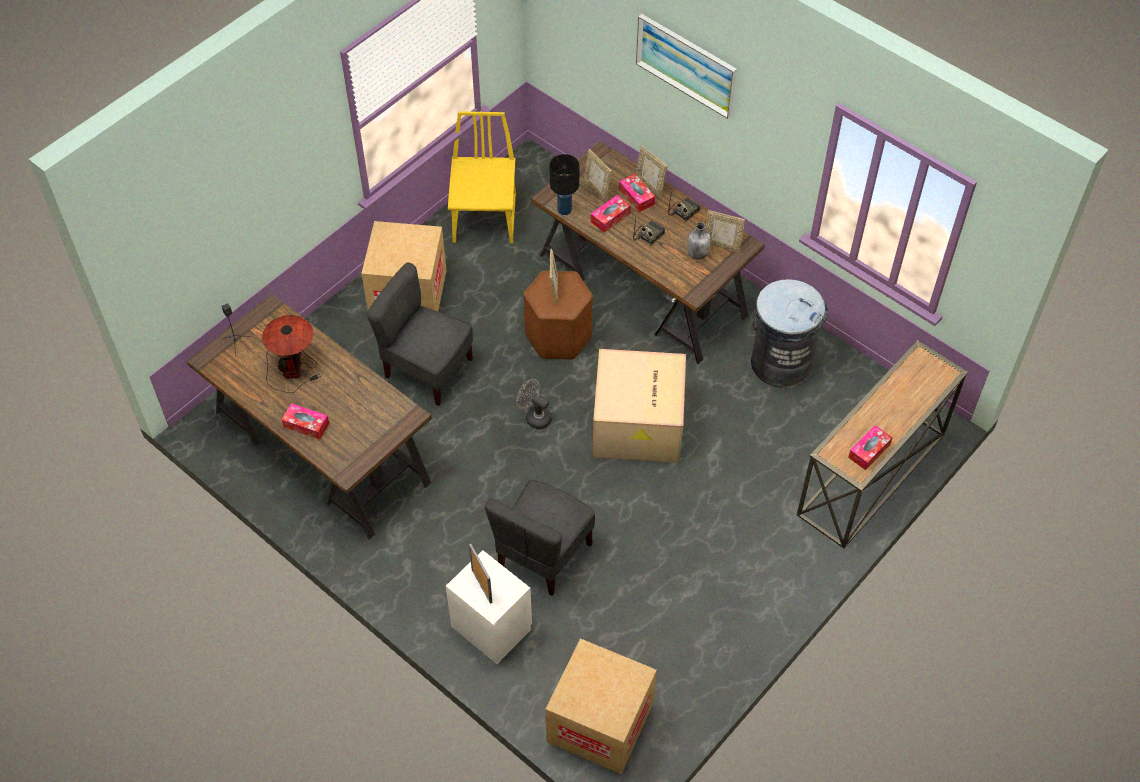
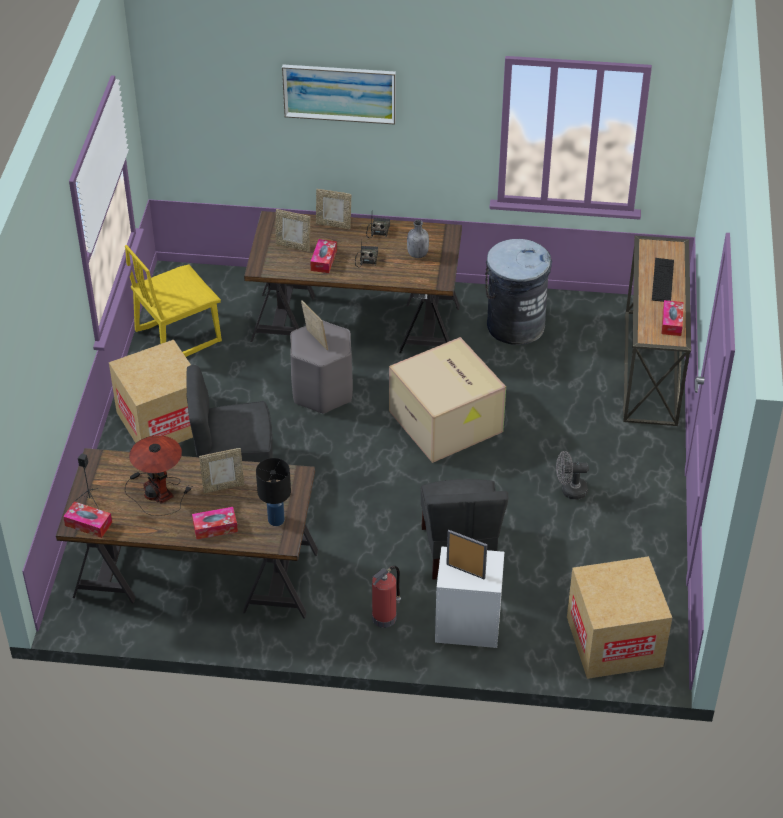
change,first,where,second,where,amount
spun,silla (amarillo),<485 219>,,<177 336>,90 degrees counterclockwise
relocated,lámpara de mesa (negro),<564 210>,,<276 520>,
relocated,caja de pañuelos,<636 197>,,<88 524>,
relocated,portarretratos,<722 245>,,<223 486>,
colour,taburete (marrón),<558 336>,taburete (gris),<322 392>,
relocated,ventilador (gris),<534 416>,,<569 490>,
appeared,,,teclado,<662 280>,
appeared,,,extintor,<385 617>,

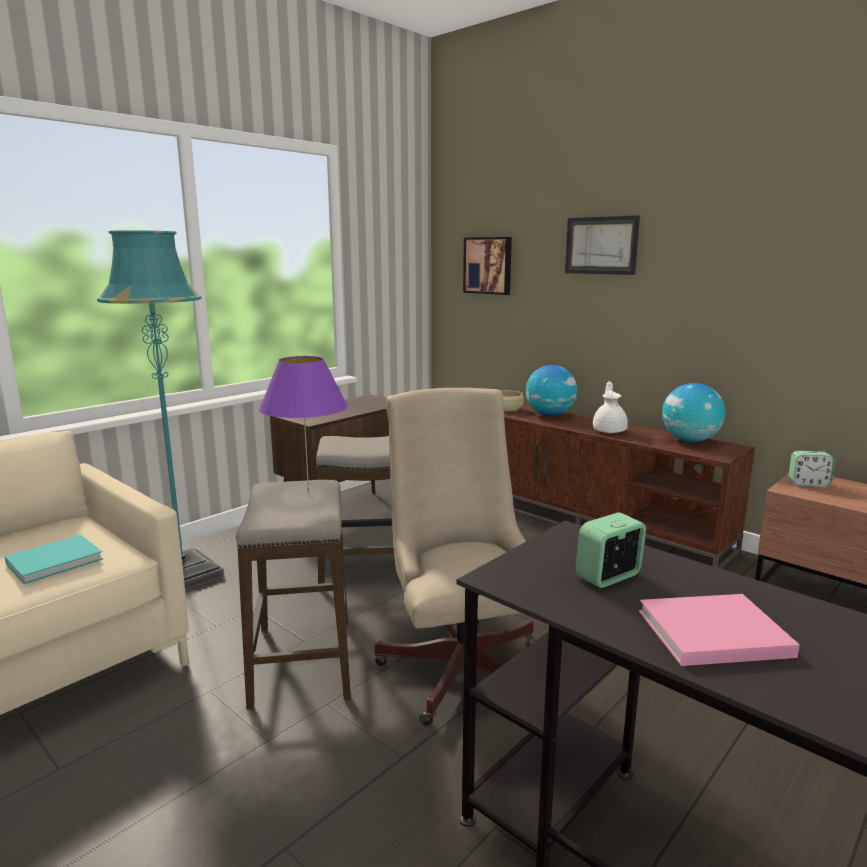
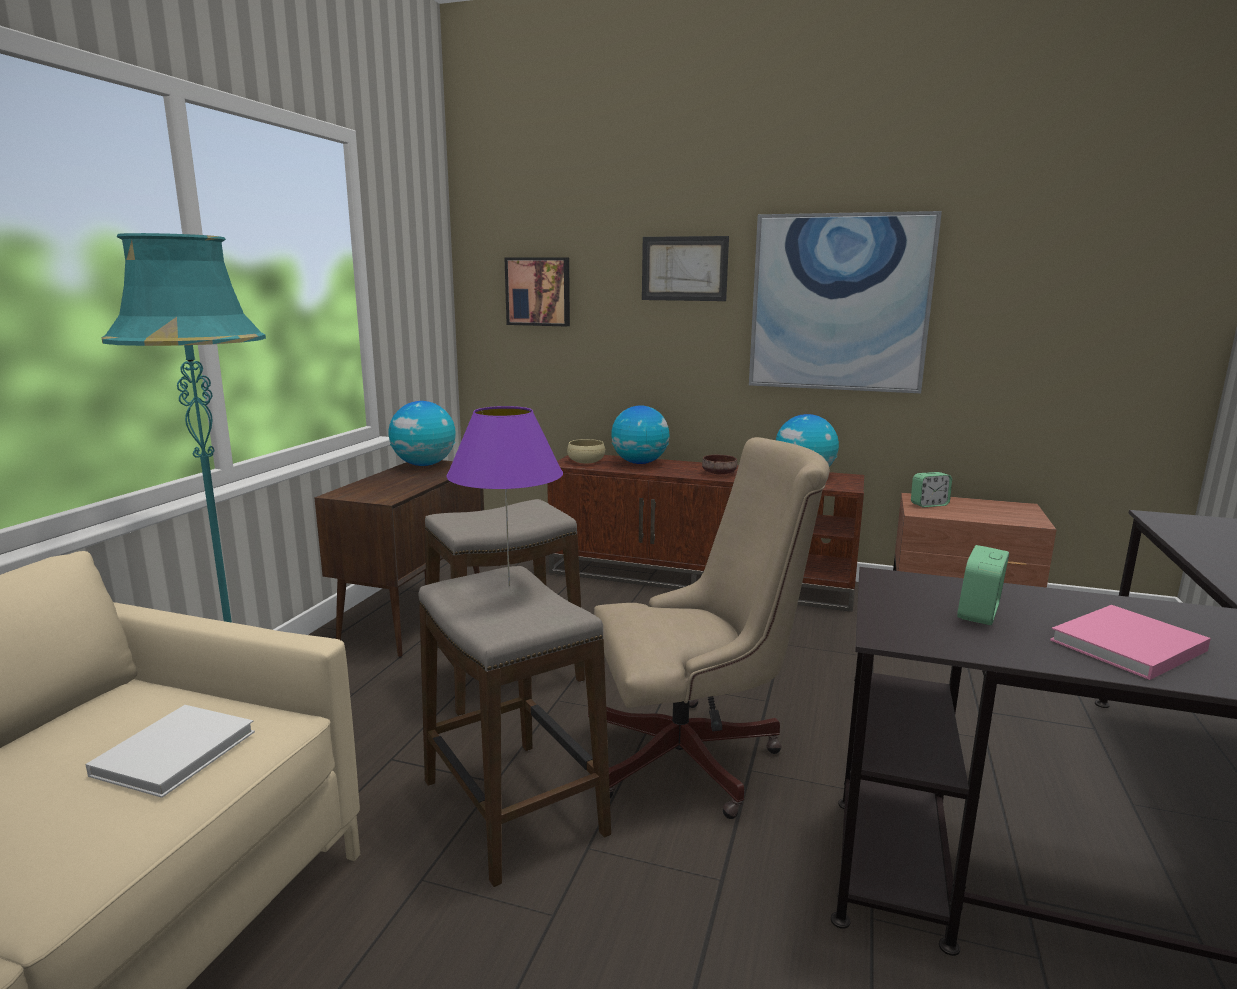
change,first,where,second,where,amount
exchanged,tetera (blanco),<609 430>,cuenco (marrón),<719 473>,
spun,silla de oficina (beis),<461 663>,,<695 757>,120 degrees clockwise
colour,libro (turquesa),<57 560>,libro (blanco),<179 751>,
appeared,,,cuadro,<839 303>,
appeared,,,globo terráqueo,<424 465>,

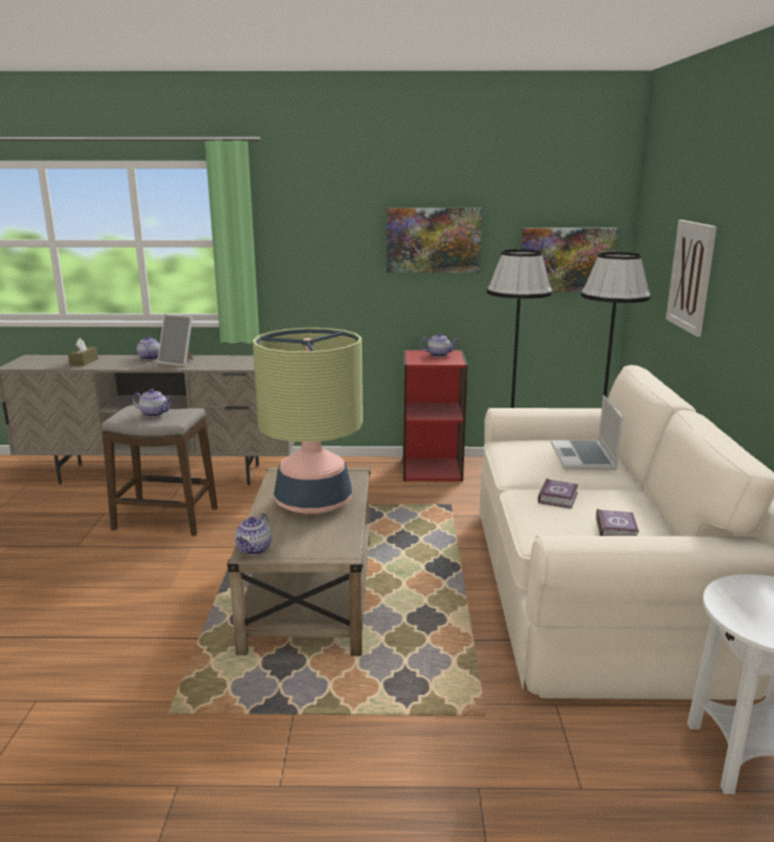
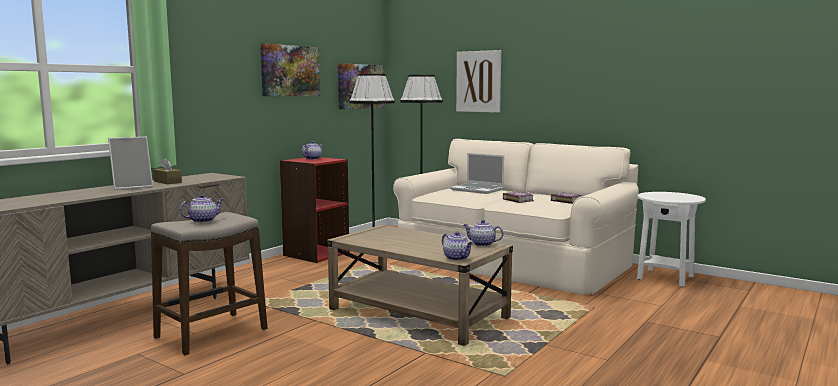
change,first,where,second,where,amount
missing,lámpara de mesa,<313 502>,,,
relocated,tetera,<149 358>,,<482 244>,
relocated,caja de pañuelos (marrón),<84 362>,,<167 182>,

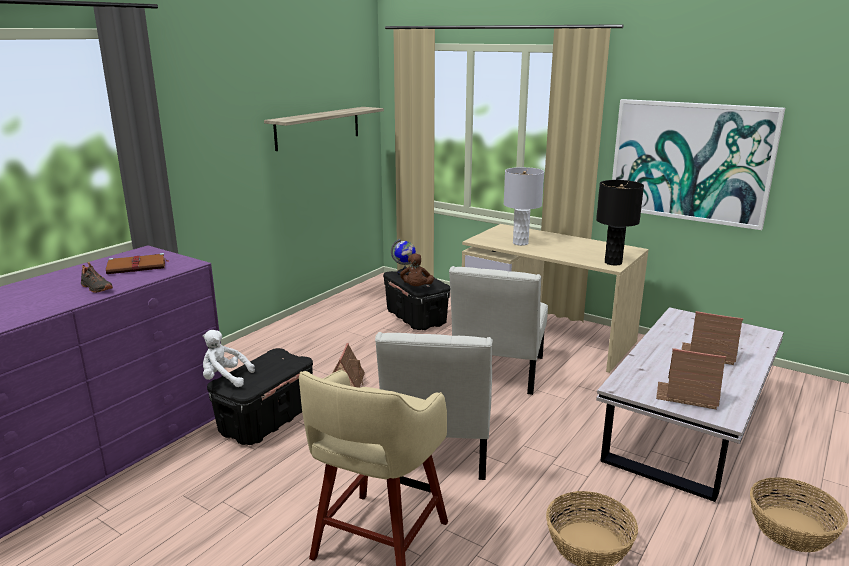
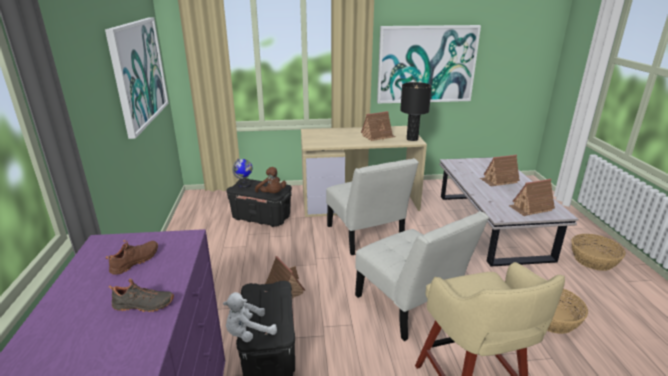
change,first,where,second,where,amount
exchanged,estante,<318 128>,cuadro,<139 73>,
missing,lámpara de mesa (gris),<520 243>,,,
exchanged,libro (marrón),<138 266>,zapato (marrón),<136 262>,
appeared,,,casita,<378 136>,

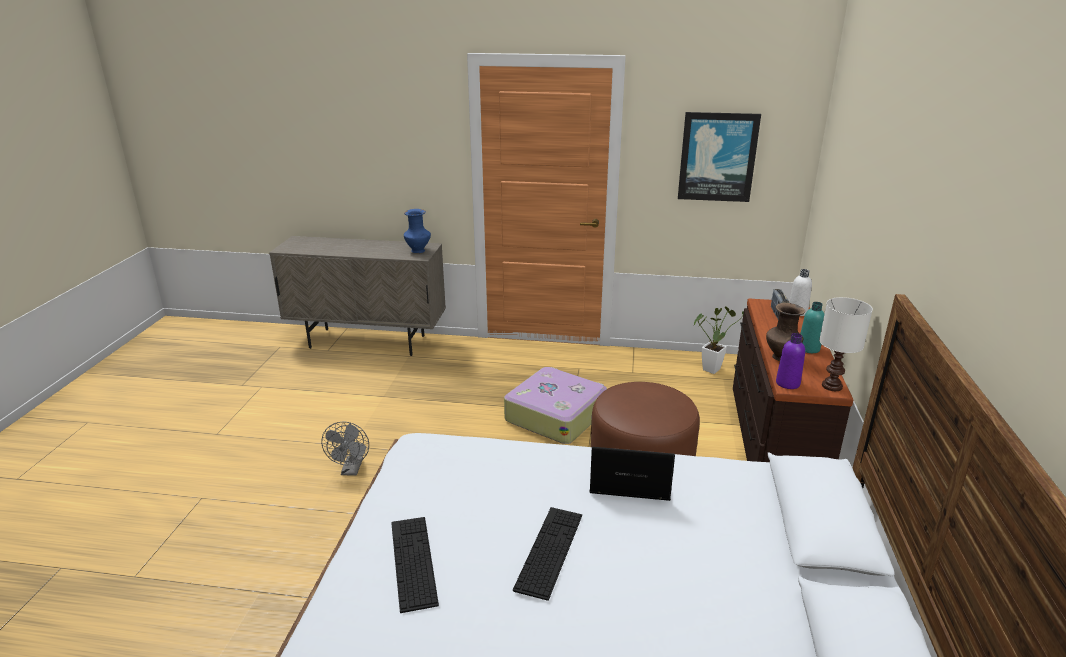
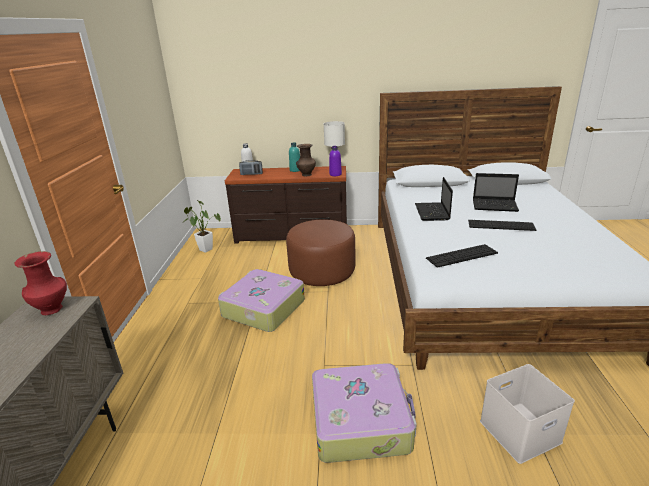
change,first,where,second,where,amount
missing,cuadro,<717 157>,,,
colour,florero (azul),<418 251>,florero (rojo),<53 309>,
exchanged,ventilador (gris),<351 470>,maleta,<361 420>,
relocated,teclado,<413 562>,,<462 255>,
appeared,,,portátil,<495 206>,
appeared,,,caja de almacenaje (blanco),<520 433>,

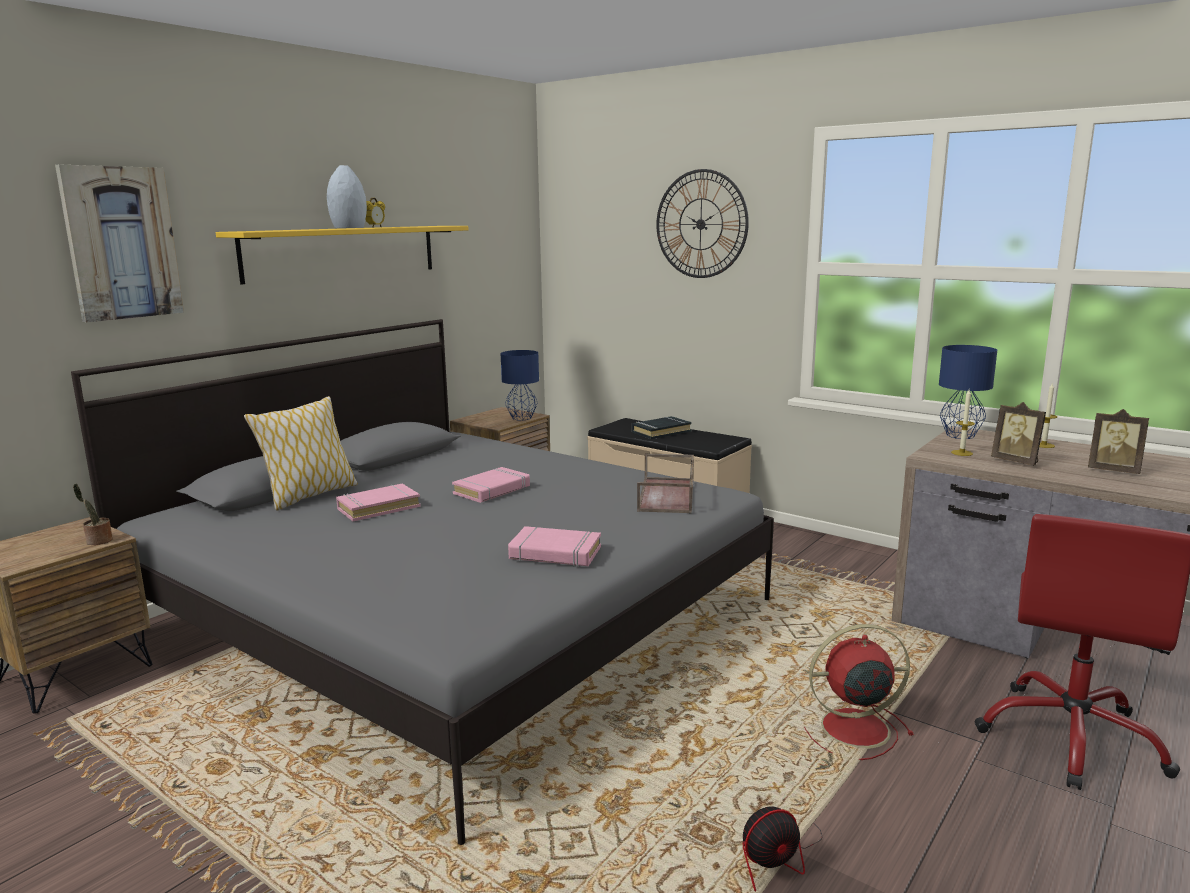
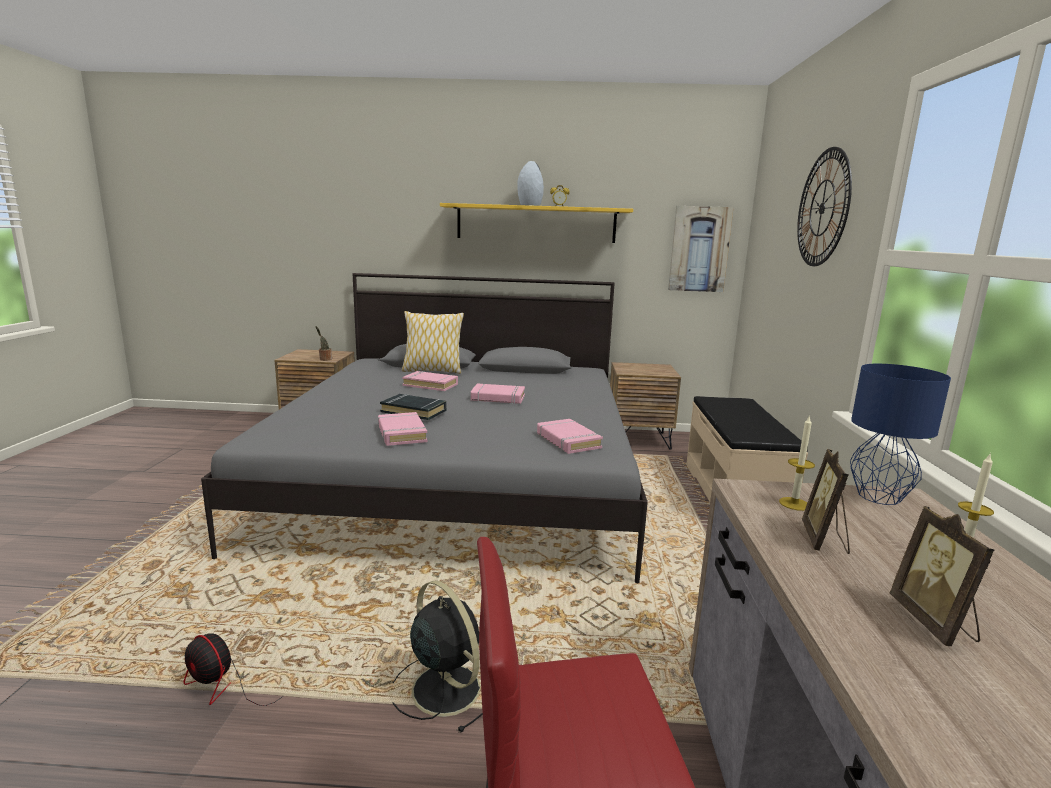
change,first,where,second,where,amount
relocated,cuadro,<121 243>,,<699 249>,
missing,lámpara de mesa (azul),<522 418>,,,
relocated,libro (negro),<661 432>,,<414 411>,
exchanged,bandeja (marrón),<667 495>,libro (rosa),<568 441>,
colour,ventilador (rojo),<851 728>,ventilador (negro),<444 687>,

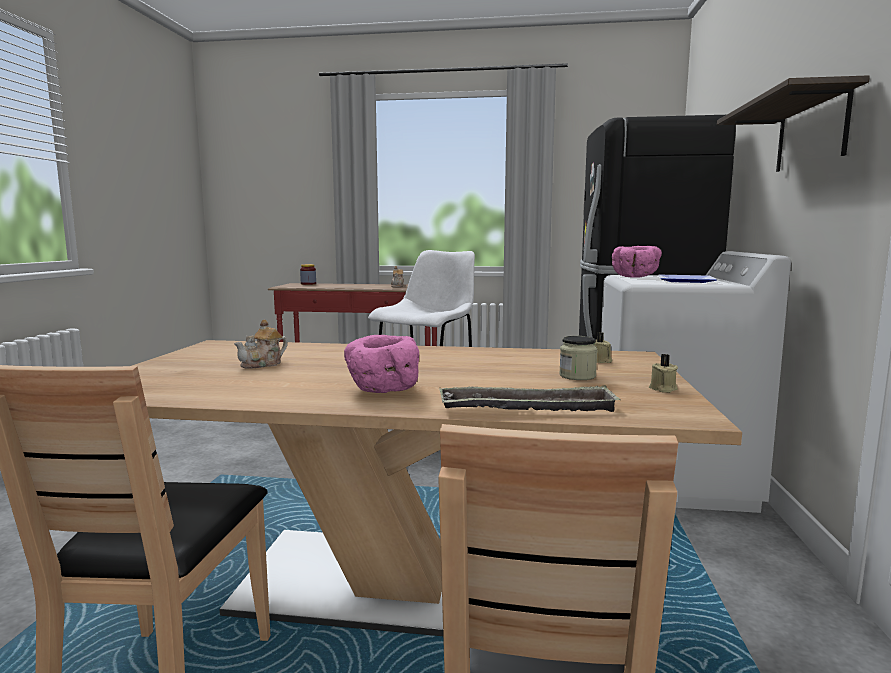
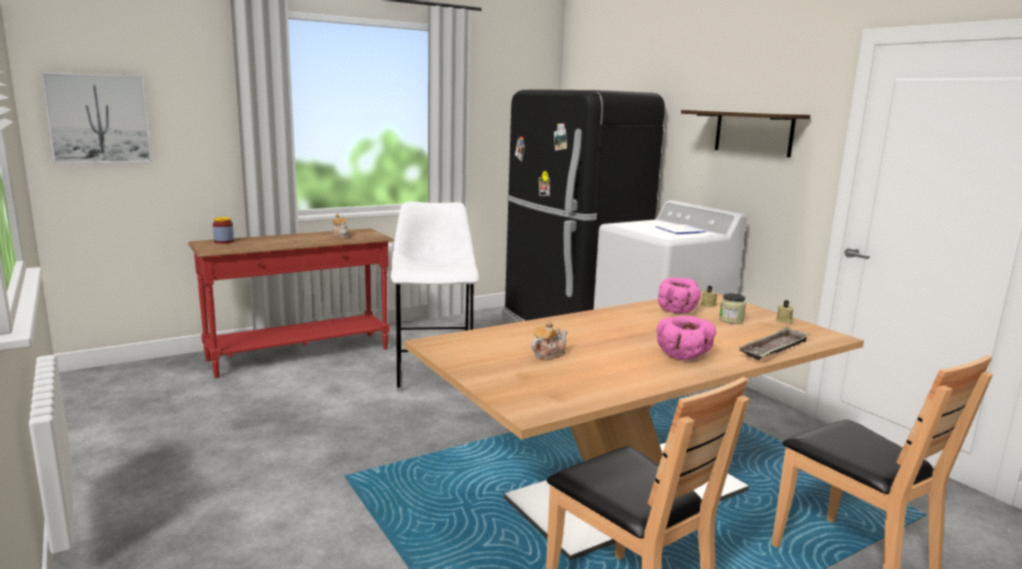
change,first,where,second,where,amount
relocated,cuenco (rosa),<635 277>,,<678 310>,
spun,tetera,<263 364>,,<548 355>,135 degrees counterclockwise
appeared,,,cuadro,<98 119>,

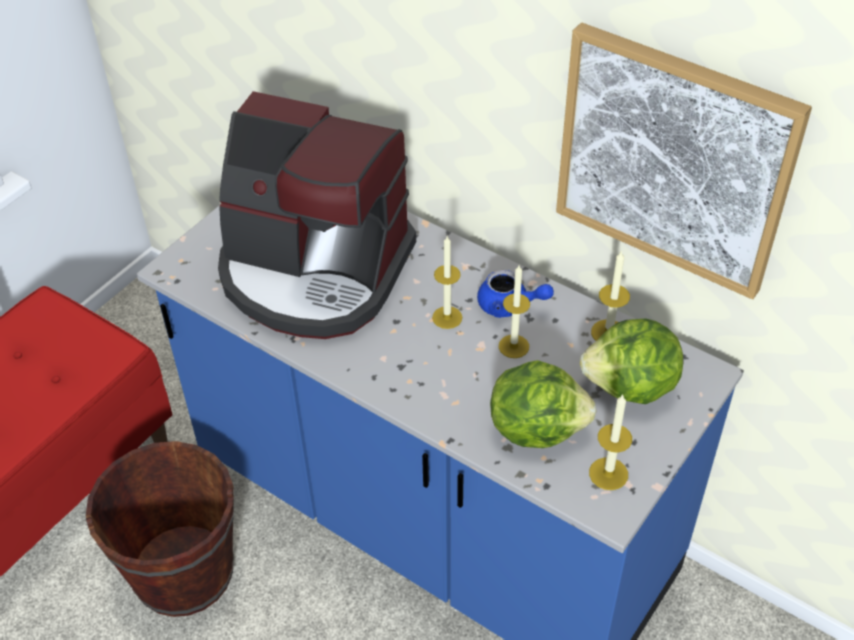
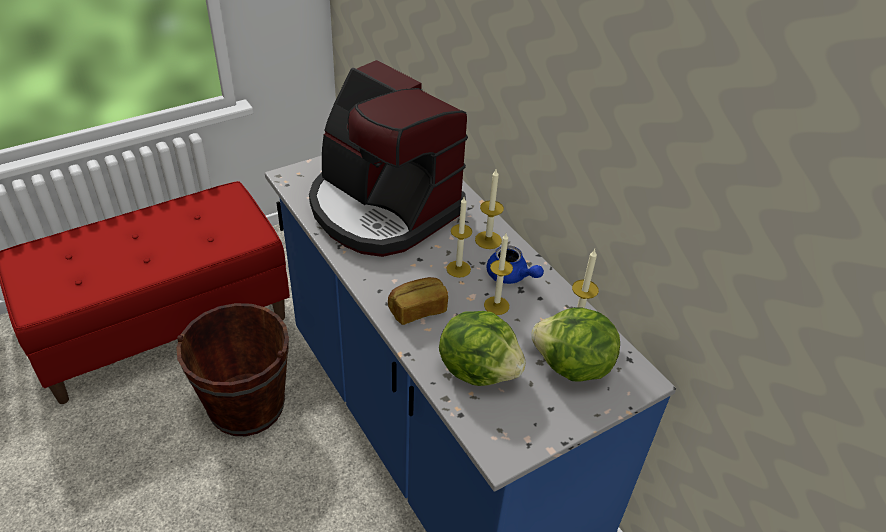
change,first,where,second,where,amount
missing,cuadro,<673 160>,,,
relocated,vela,<608 473>,,<488 240>,
appeared,,,pan,<417 309>,

